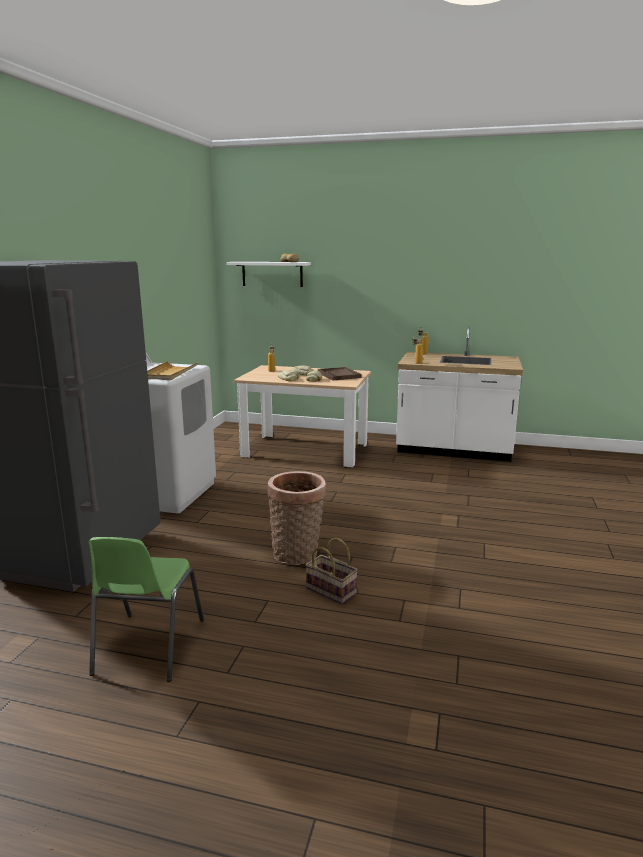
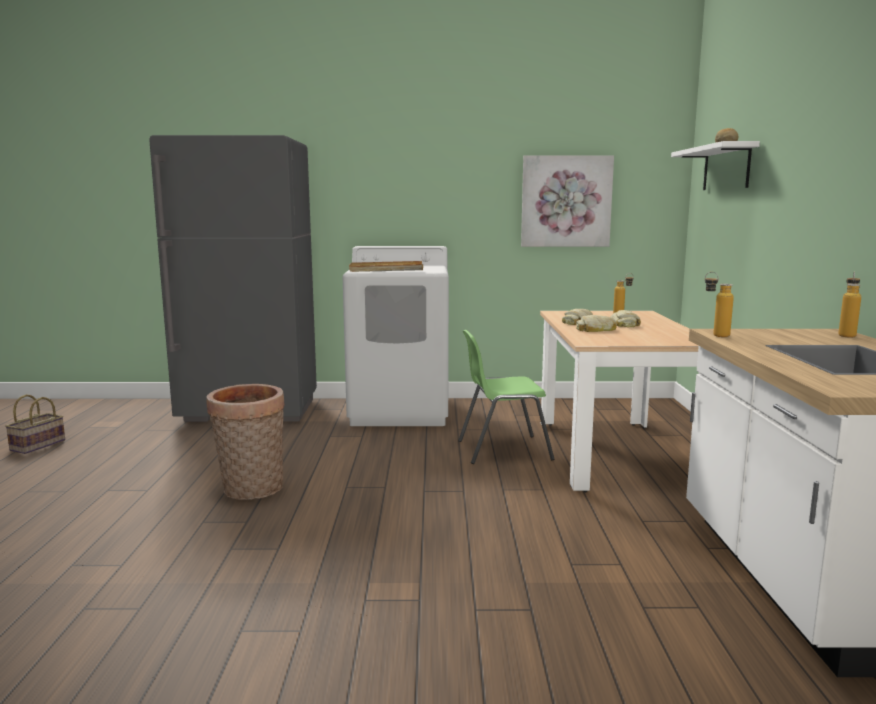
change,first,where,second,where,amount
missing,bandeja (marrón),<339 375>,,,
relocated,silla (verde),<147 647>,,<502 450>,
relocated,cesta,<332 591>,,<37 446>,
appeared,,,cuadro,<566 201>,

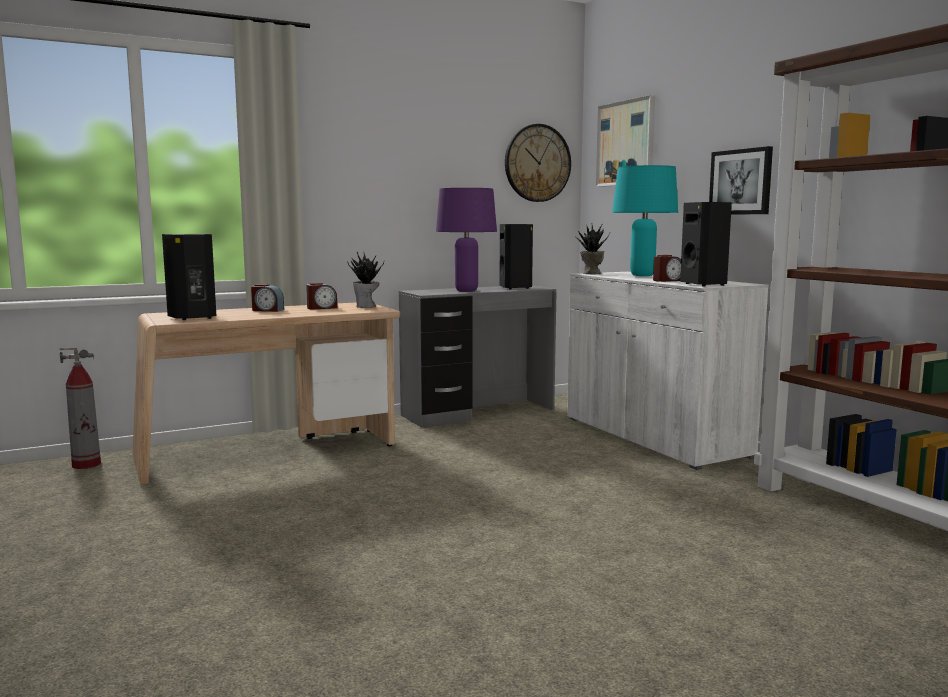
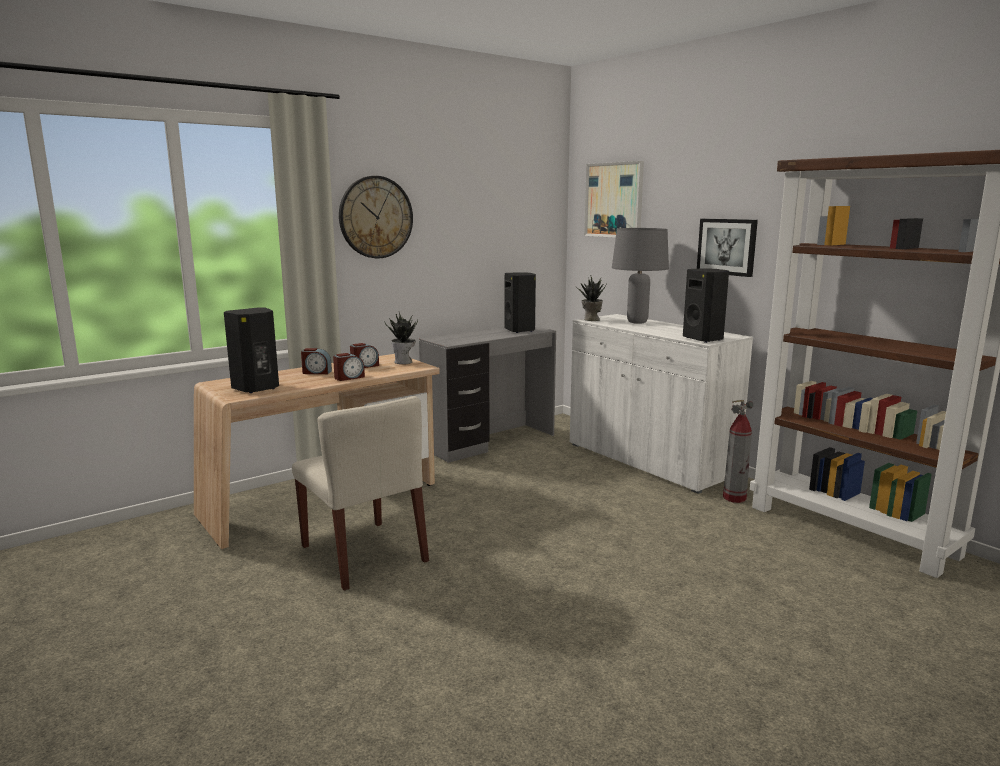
change,first,where,second,where,amount
relocated,reloj de pared,<537 163>,,<376 217>,
colour,lámpara de mesa (turquesa),<641 275>,lámpara de mesa (gris),<636 322>,
missing,lámpara de mesa (morado),<467 291>,,,
relocated,despertador,<667 280>,,<349 377>,
relocated,extintor,<87 465>,,<734 498>,
appeared,,,silla (beis),<364 554>,

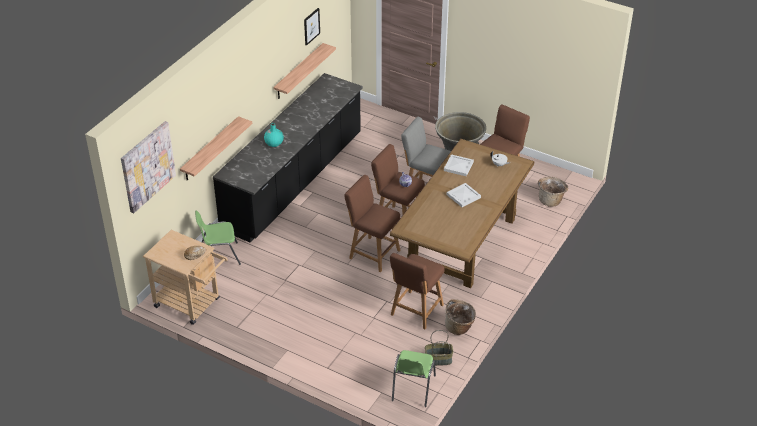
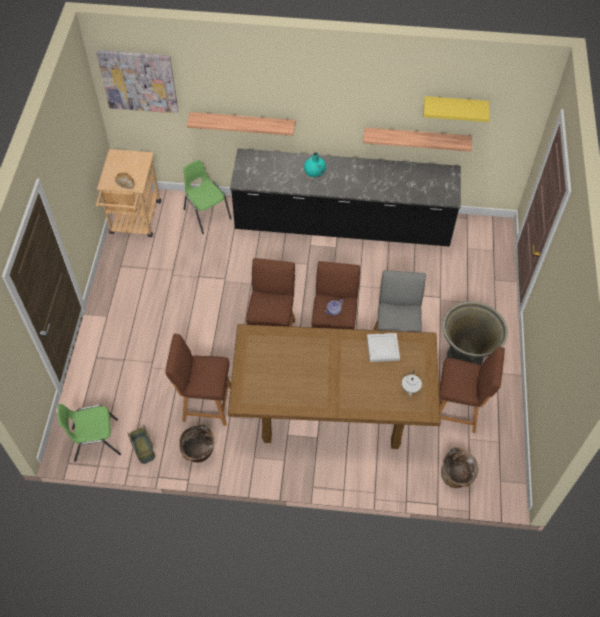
change,first,where,second,where,amount
exchanged,cuadro,<311 26>,estante (amarillo),<454 107>,
missing,bandeja (blanco),<463 196>,,,

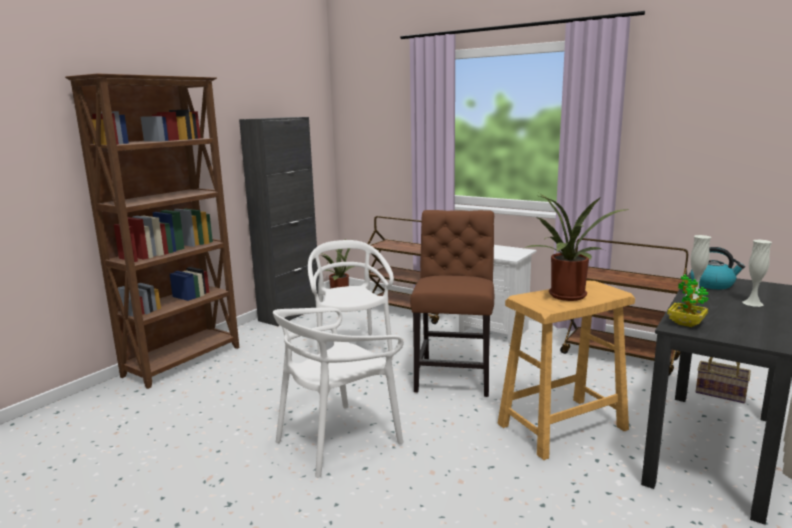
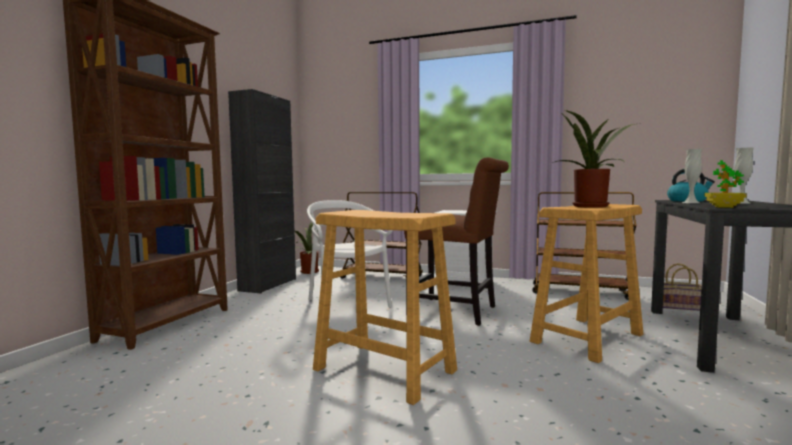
change,first,where,second,where,amount
spun,silla (marrón),<454 373>,,<457 312>,120 degrees clockwise
exchanged,silla (blanco),<338 439>,taburete (beis),<383 370>,

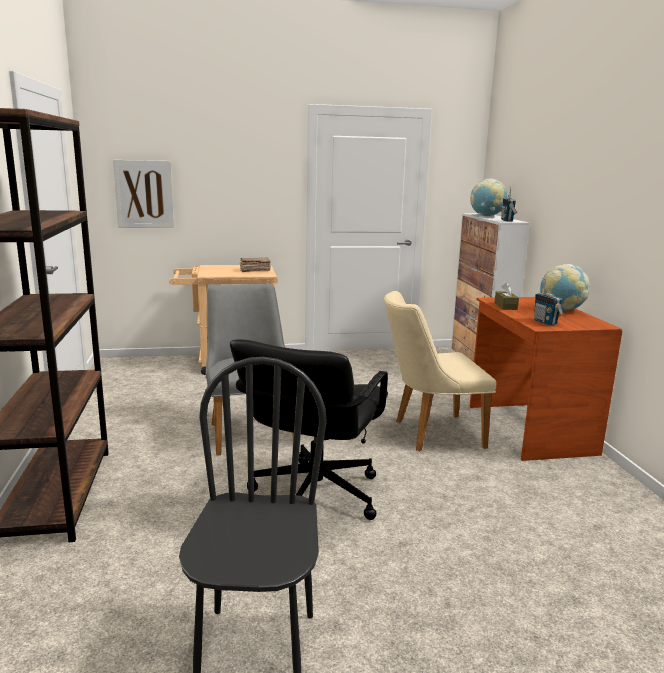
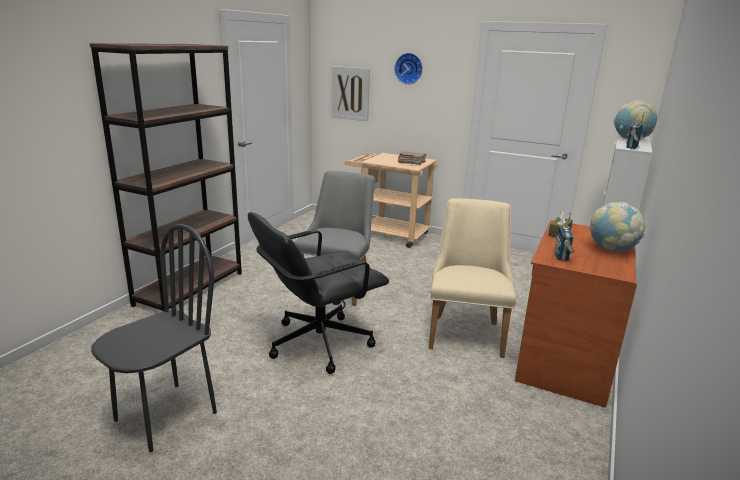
change,first,where,second,where,amount
spun,silla (beis),<430 433>,,<466 331>,75 degrees clockwise
appeared,,,reloj de pared,<409 68>,

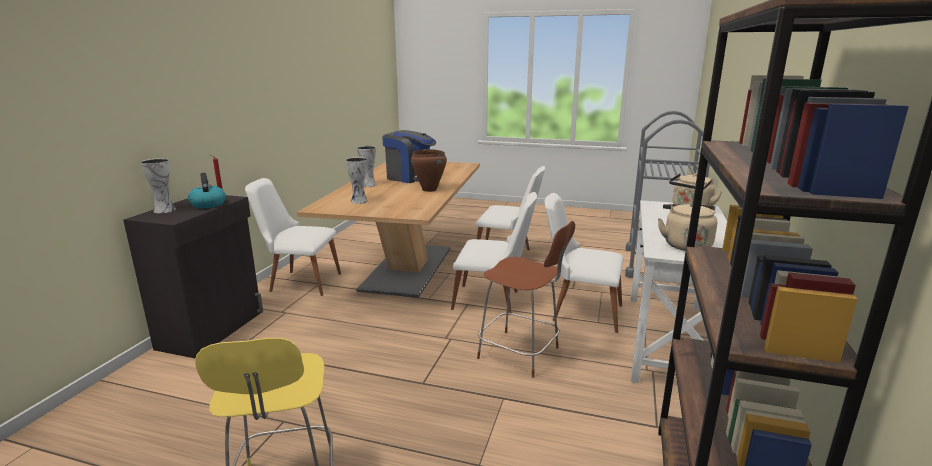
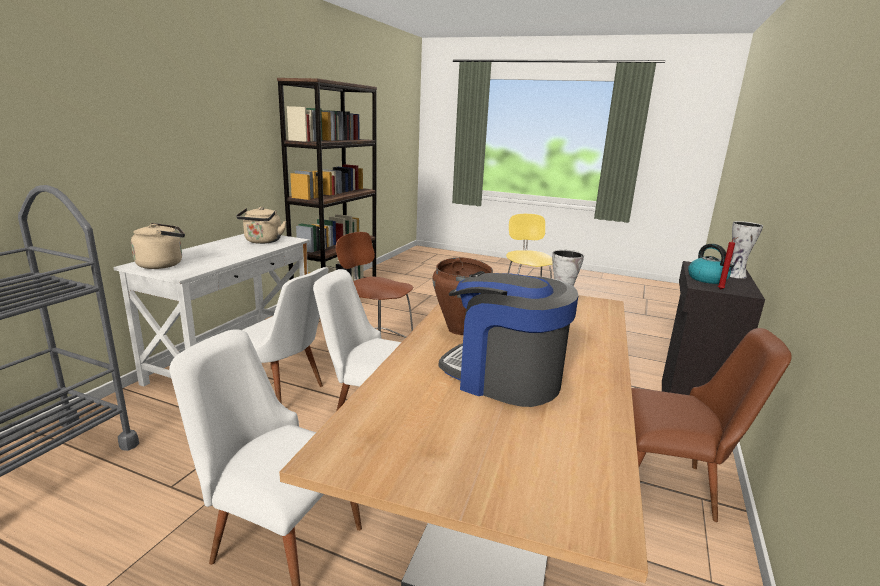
change,first,where,second,where,amount
missing,florero,<368 185>,,,
colour,silla (blanco),<299 282>,silla (marrón),<671 487>,

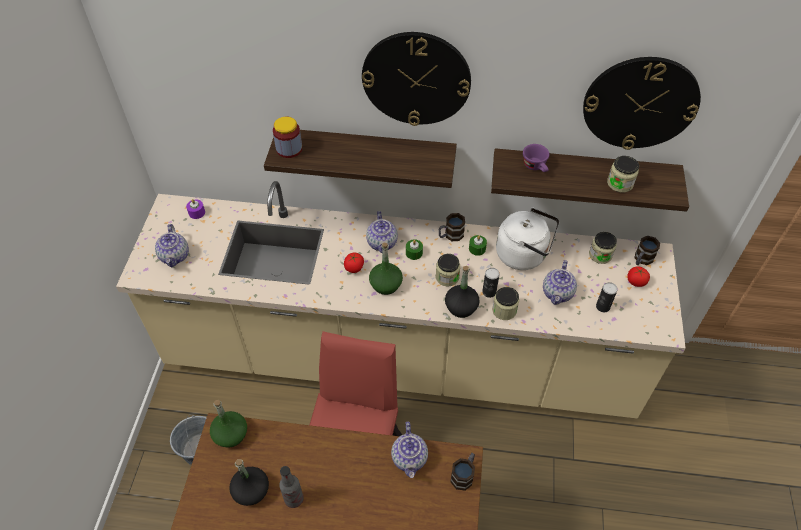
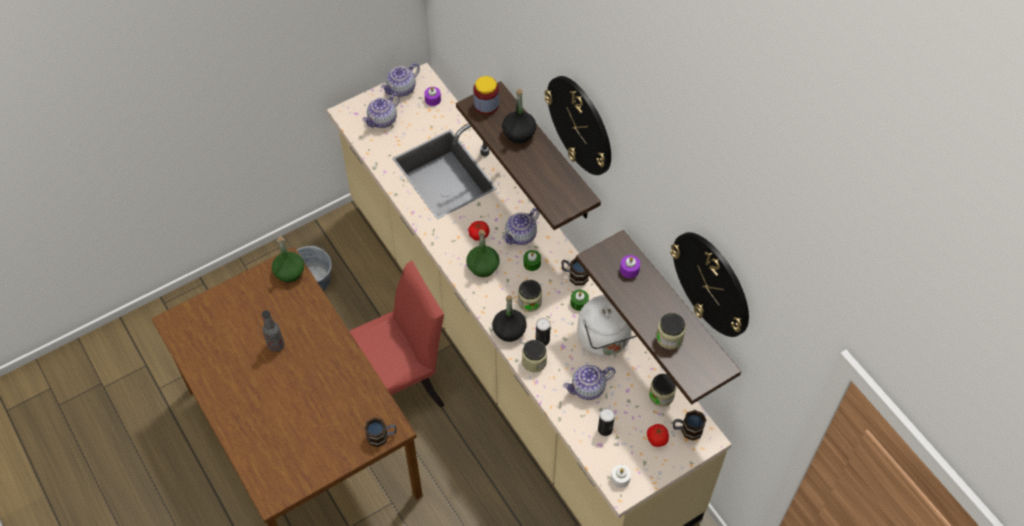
change,first,where,second,where,amount
exchanged,taza (morado),<536 167>,vela (morado),<629 270>,
relocated,tetera,<410 458>,,<401 89>,
relocated,botella (negro),<251 491>,,<519 134>,
appeared,,,vela (blanco),<620 478>,

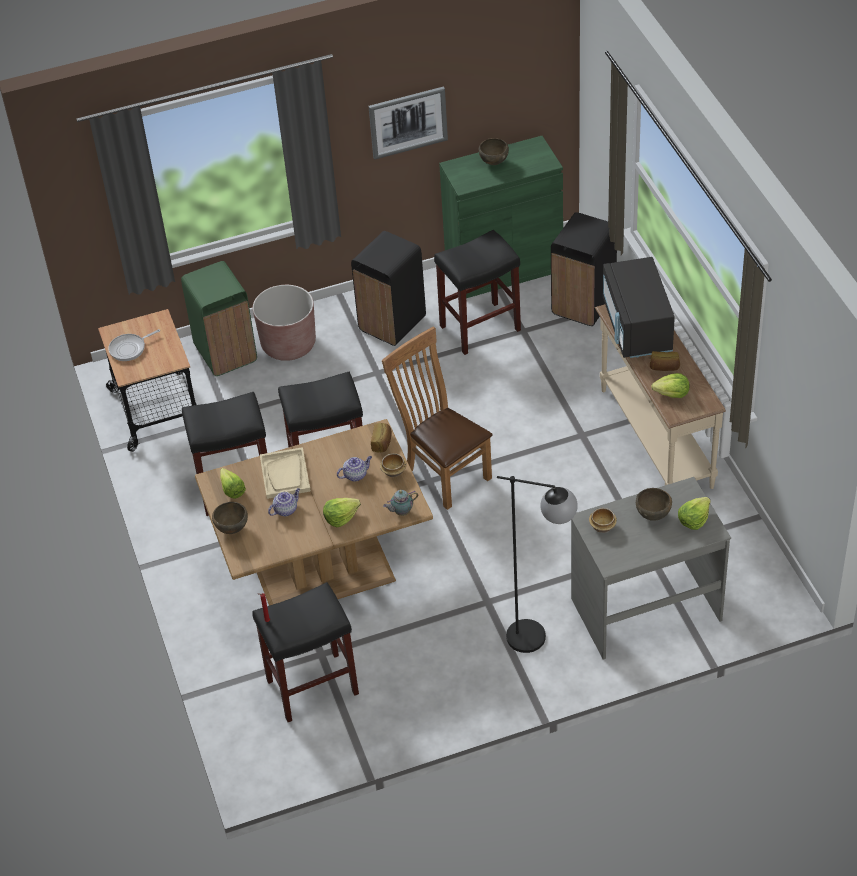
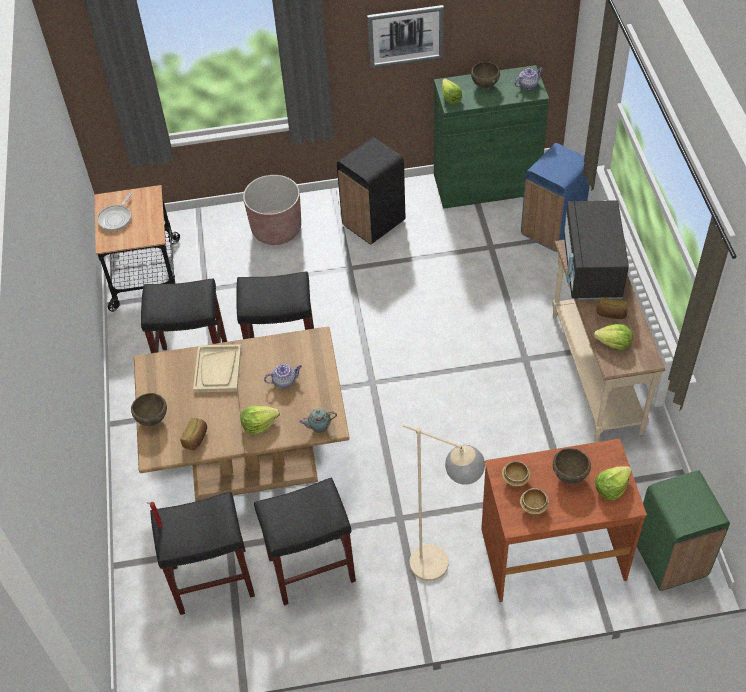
change,first,where,second,where,amount
colour,papelera (negro),<584 304>,papelera (azul),<552 229>,
relocated,taburete (negro),<479 329>,,<310 570>,
relocated,papelera (verde),<225 354>,,<669 559>,
missing,silla (marrón),<443 472>,,,
spun,sartén,<130 348>,,<116 218>,45 degrees counterclockwise
relocated,pan,<382 443>,,<196 439>,
relocated,cuenco,<394 472>,,<534 507>,
relocated,lechuga,<231 488>,,<450 96>,
colour,lámpara de pie (negro),<540 639>,lámpara de pie (beis),<442 568>,
colour,escritorio (gris),<645 608>,escritorio (marrón),<552 552>,
relocated,tetera,<286 509>,,<528 85>,

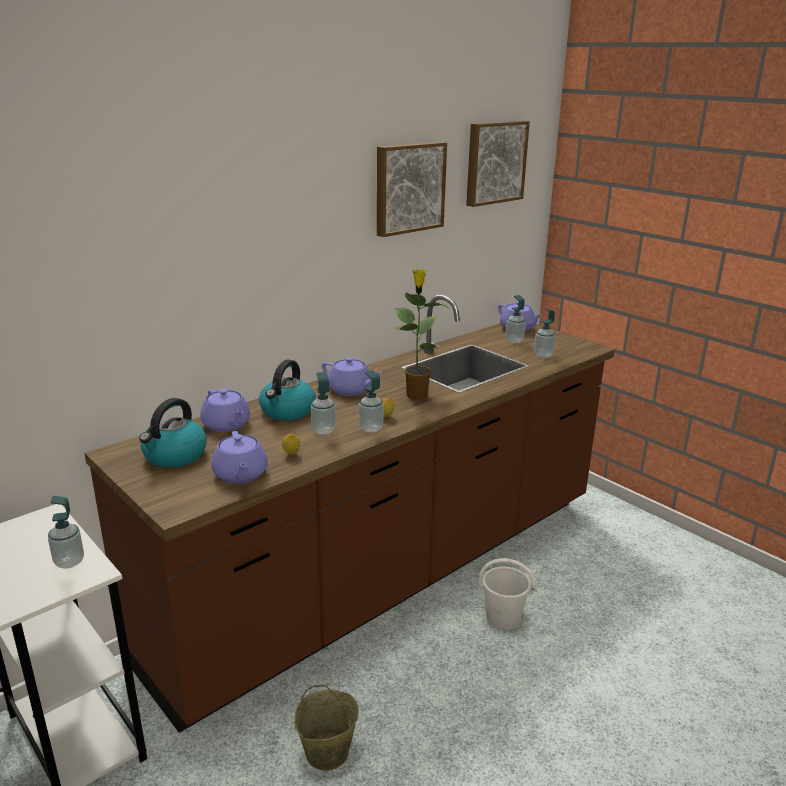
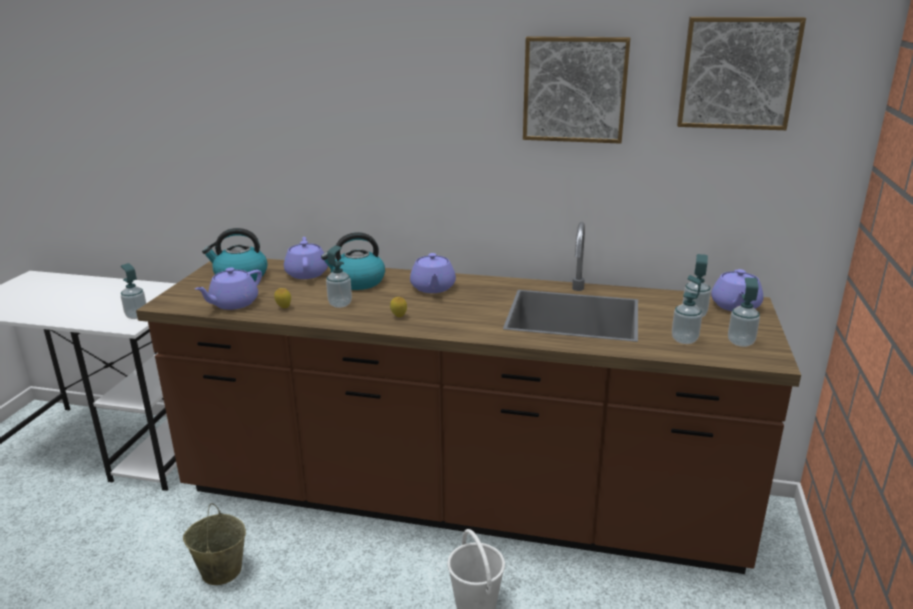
change,first,where,second,where,amount
missing,planta en maceta,<416 395>,,,
relocated,dispensador de jabón,<371 428>,,<740 342>,
spun,tetera (morado),<226 425>,,<307 273>,150 degrees clockwise

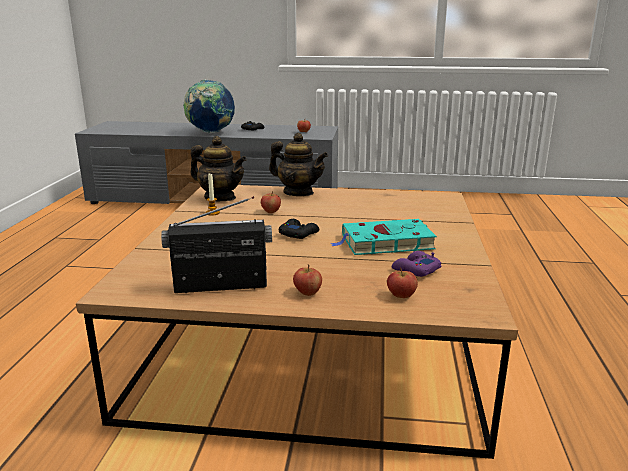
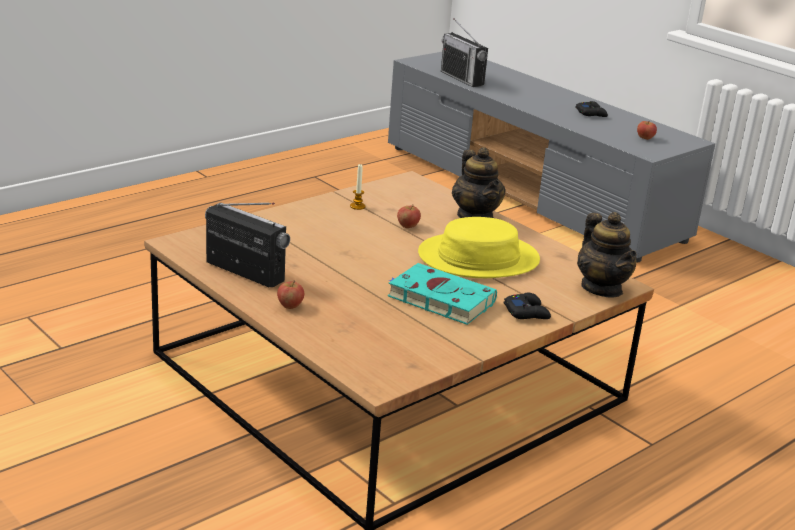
change,first,where,second,where,amount
missing,globo terráqueo,<210 133>,,,
relocated,tetera,<220 198>,,<602 288>,
relocated,mando de consola (negro),<298 234>,,<526 312>,
missing,mando de consola (morado),<415 269>,,,
missing,manzana,<401 296>,,,
appeared,,,radio,<462 78>,
appeared,,,sombrero (amarillo),<478 258>,

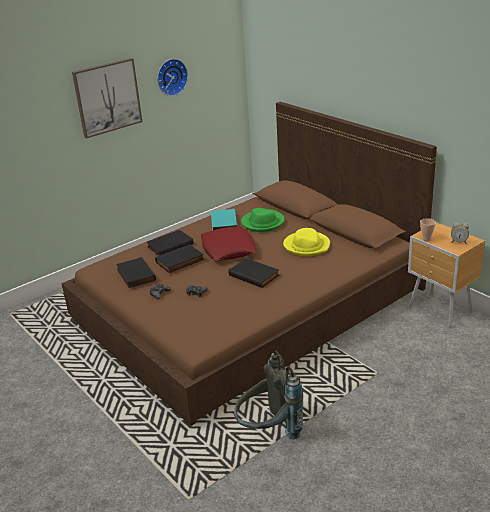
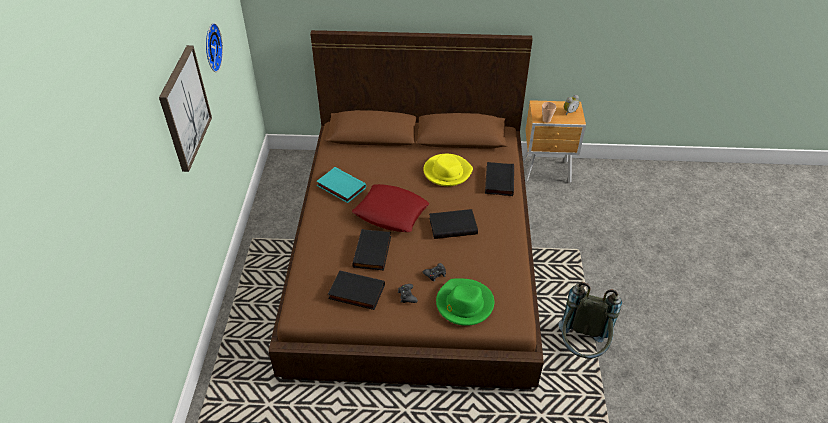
change,first,where,second,where,amount
relocated,sombrero (verde),<262 223>,,<464 304>,
relocated,libro (negro),<170 245>,,<498 180>,

